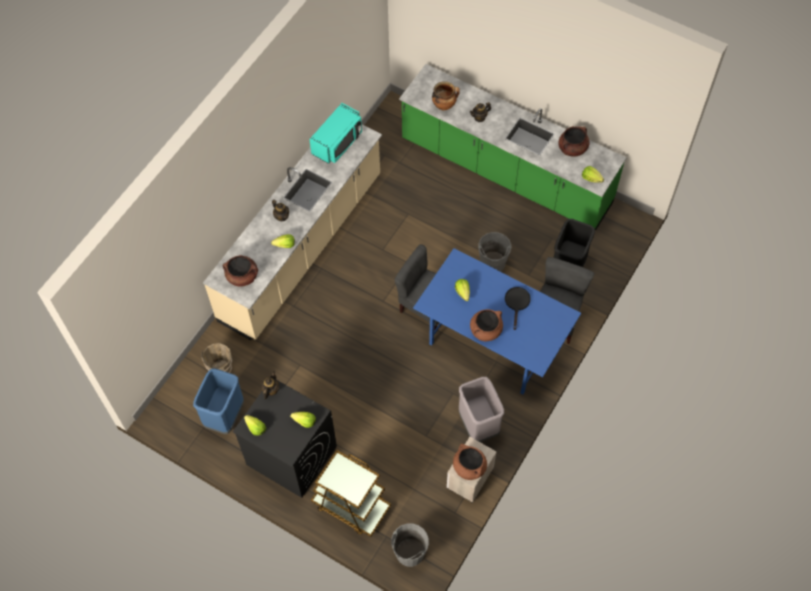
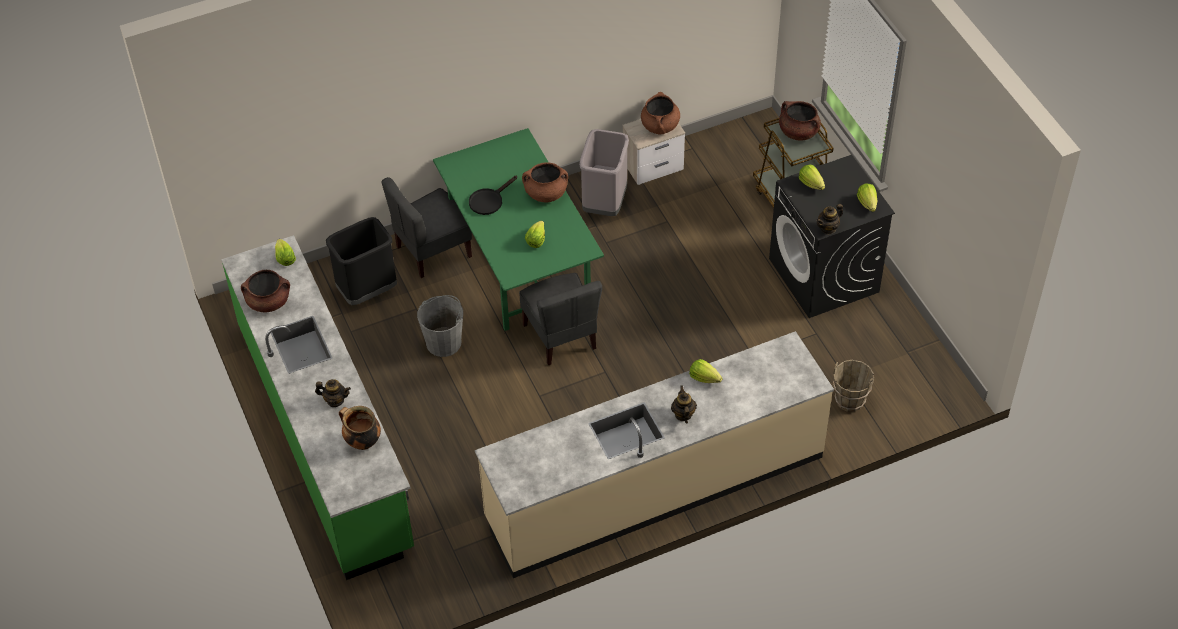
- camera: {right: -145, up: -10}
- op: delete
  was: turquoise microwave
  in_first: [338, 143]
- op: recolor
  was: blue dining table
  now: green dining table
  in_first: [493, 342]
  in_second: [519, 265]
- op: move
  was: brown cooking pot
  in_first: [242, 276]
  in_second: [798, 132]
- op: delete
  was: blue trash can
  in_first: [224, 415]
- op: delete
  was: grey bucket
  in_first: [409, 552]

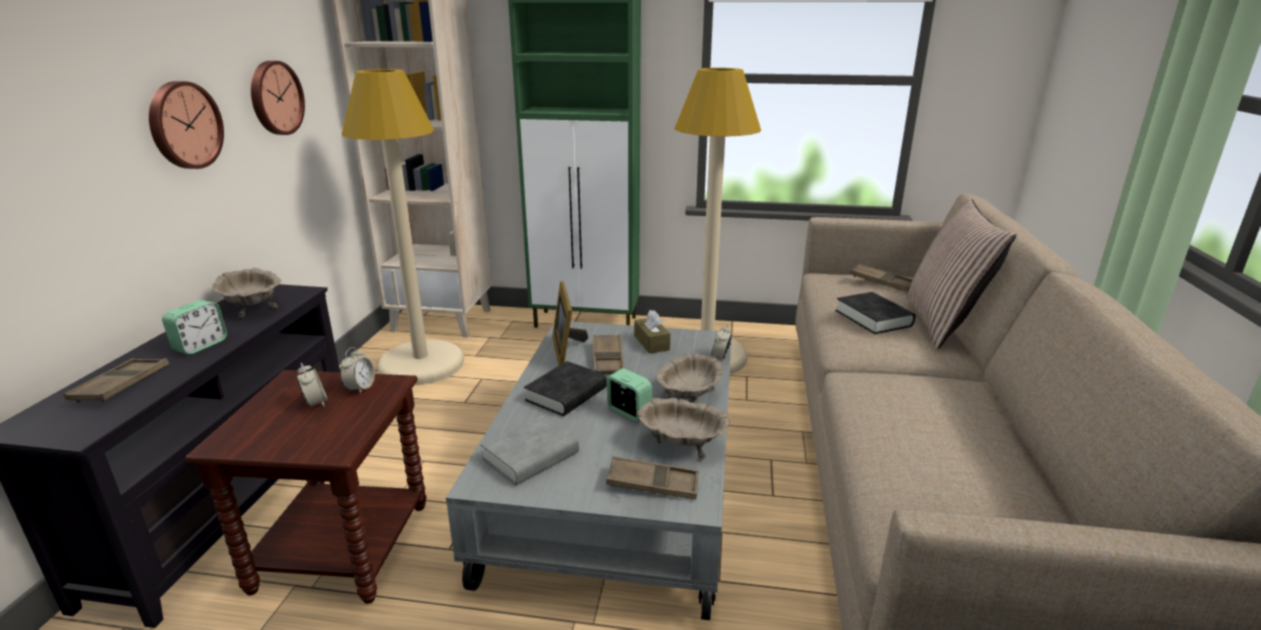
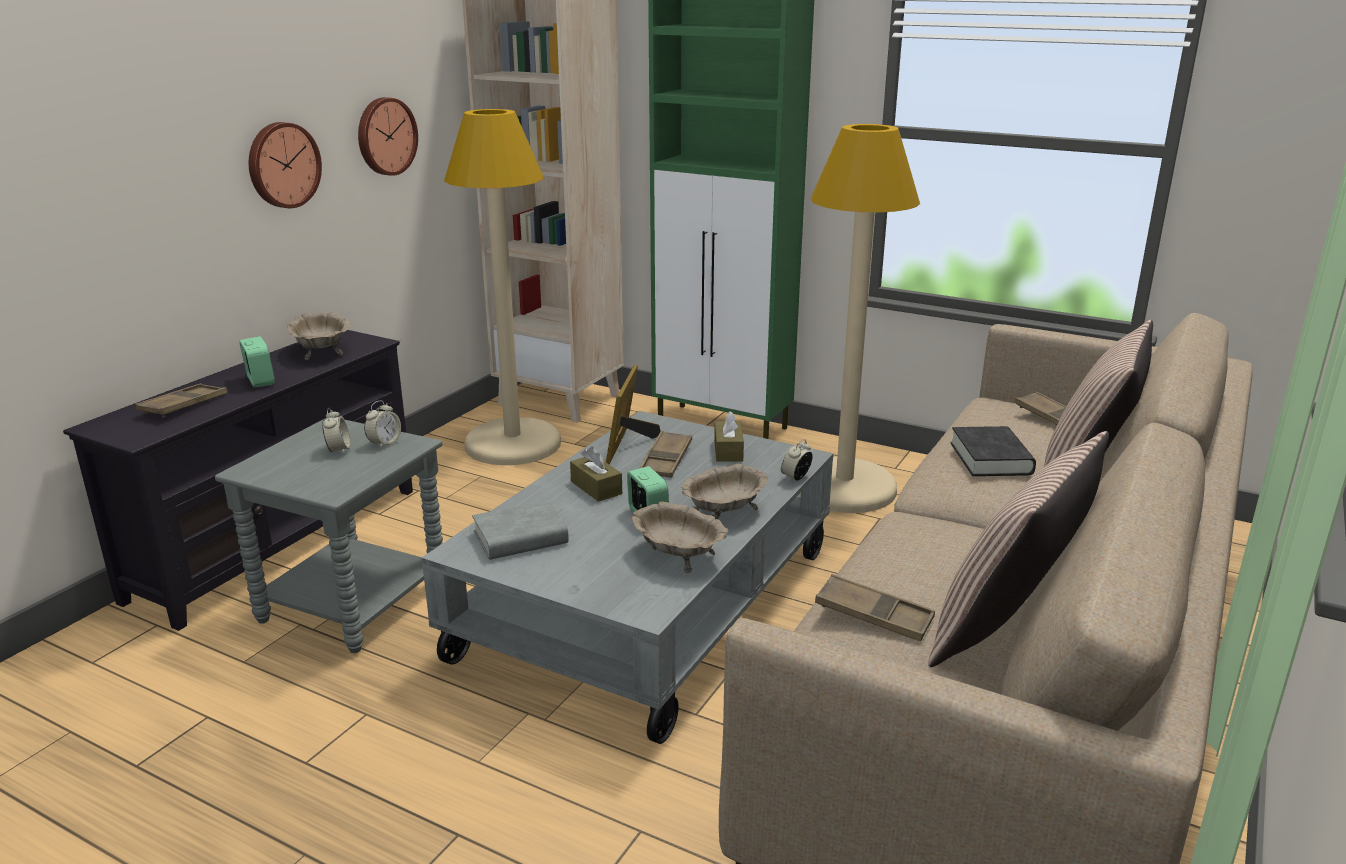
- camera: {right: 20, up: 0}
- op: rotate
  was: alarm clock
  in_first: [200, 345]
  in_second: [260, 381]
  clockwise: -75
- op: replace
  was: black book
  now: brown tissue box
  in_first: [566, 394]
  in_second: [596, 488]
- op: recolor
  was: brown side table
  now: grey side table
  in_first: [341, 546]
  in_second: [353, 601]
- op: move
  was: brown tray
  in_first: [652, 484]
  in_second: [874, 615]
- op: insert
  now: pillow
  in_second: [1006, 630]

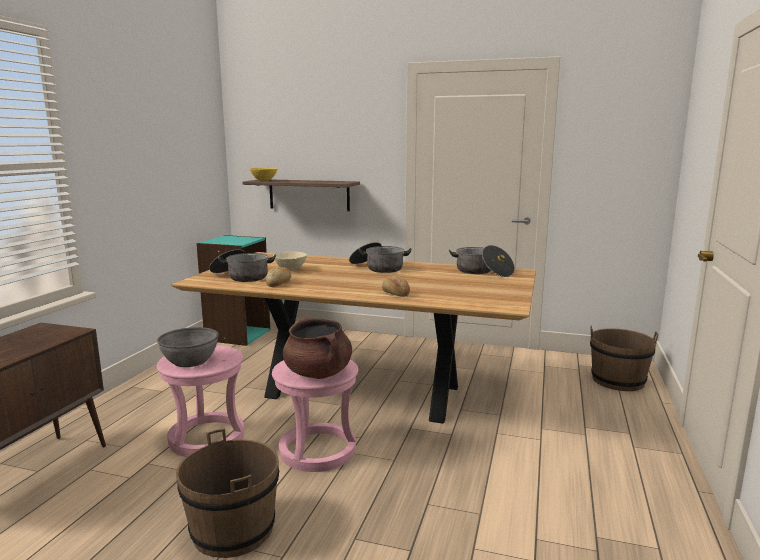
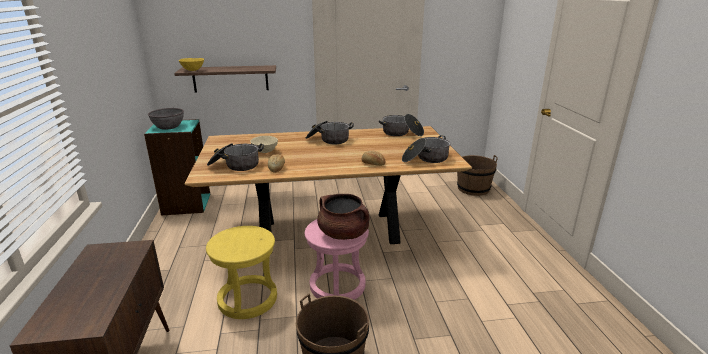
- camera: {right: -25, up: 10}
- op: move
  was: grey bowl
  in_first: [190, 361]
  in_second: [168, 127]
- op: recolor
  was: pink stool
  now: yellow stool
  in_first: [206, 438]
  in_second: [247, 299]
- op: insert
  now: cooking pot
  in_second: [425, 159]

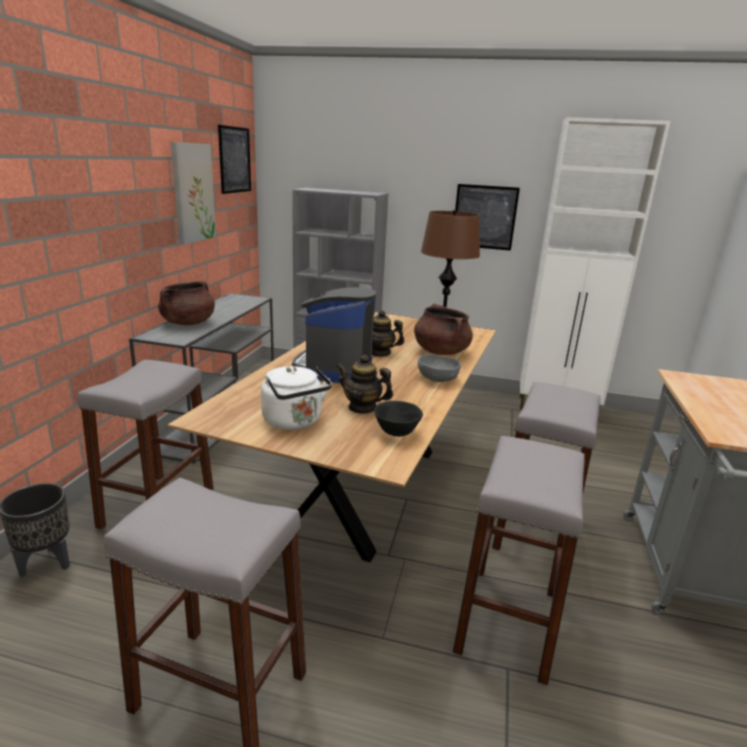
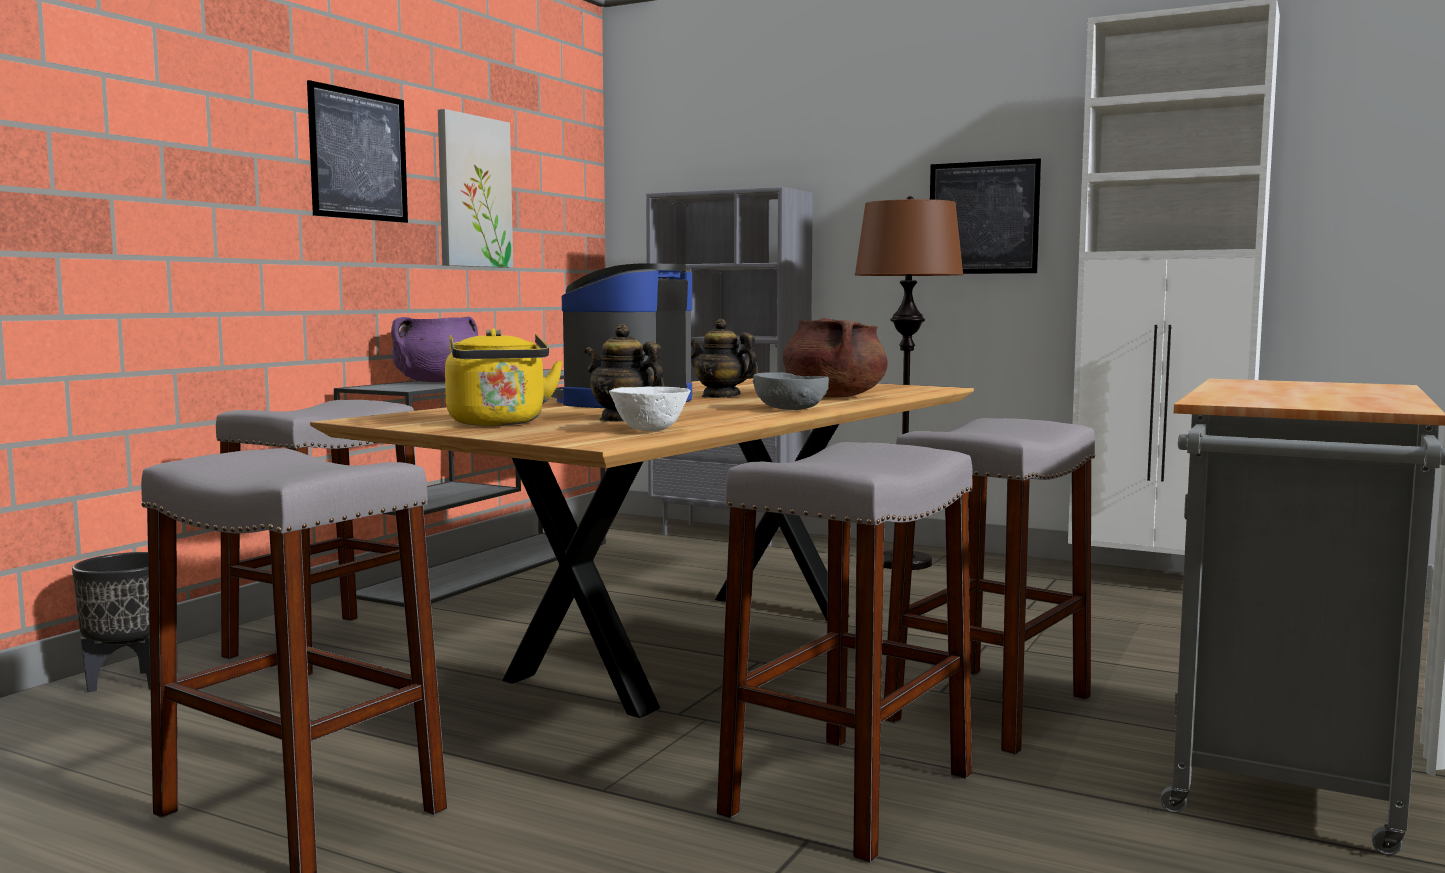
- camera: {right: 15, up: -15}
- op: move
  was: picture
  in_first: [235, 160]
  in_second: [358, 155]
- op: recolor
  was: brown cooking pot
  now: purple cooking pot
  in_first: [188, 323]
  in_second: [438, 382]
- op: recolor
  was: white kettle
  now: yellow kettle
  in_first: [294, 422]
  in_second: [498, 423]
- op: recolor
  was: black bowl
  now: white bowl
  in_first: [397, 433]
  in_second: [650, 430]

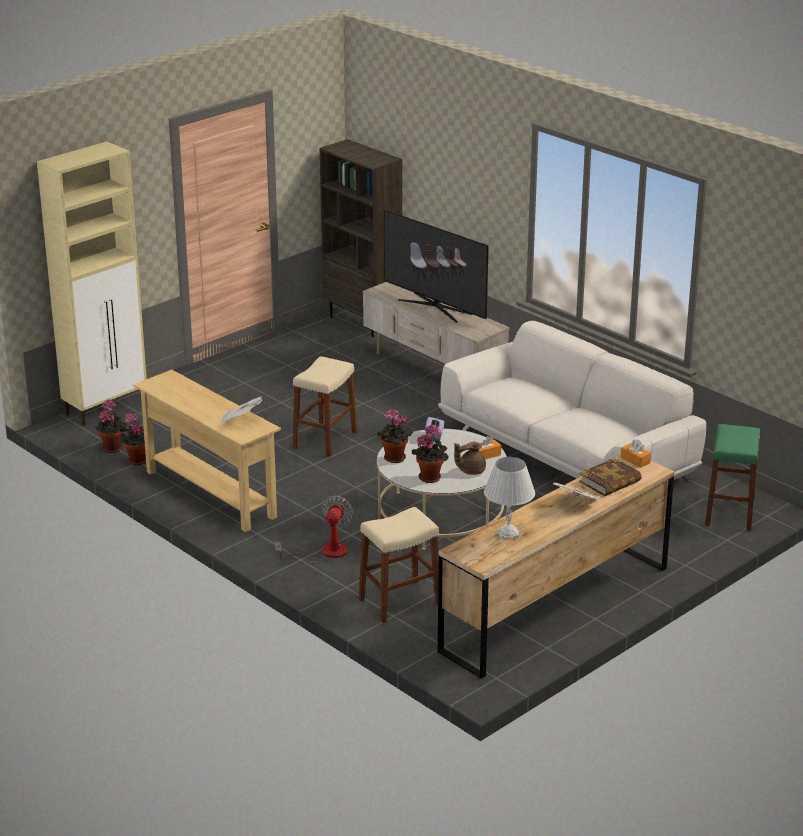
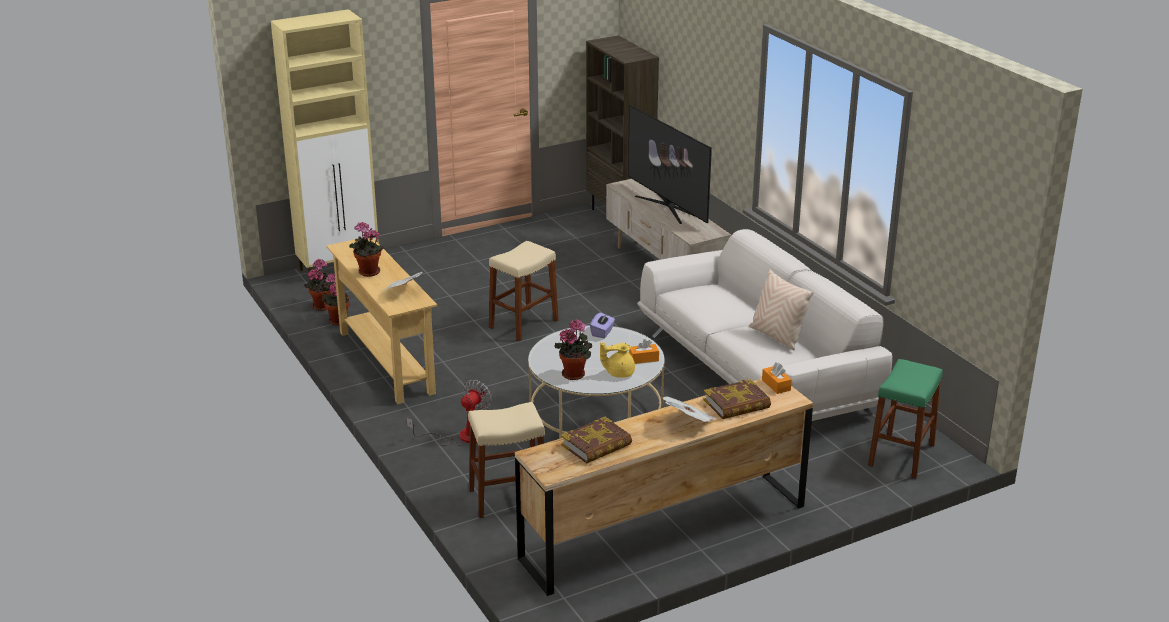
- camera: {right: 15, up: 0}
- op: move
  was: potted plant
  in_first: [393, 459]
  in_second: [367, 273]
- op: recolor
  was: brown teapot
  now: yellow teapot
  in_first: [470, 470]
  in_second: [618, 373]
- op: replace
  was: white table lamp
  now: book
  in_first: [508, 534]
  in_second: [596, 445]
- op: insert
  now: beige pillow
  in_second: [777, 336]

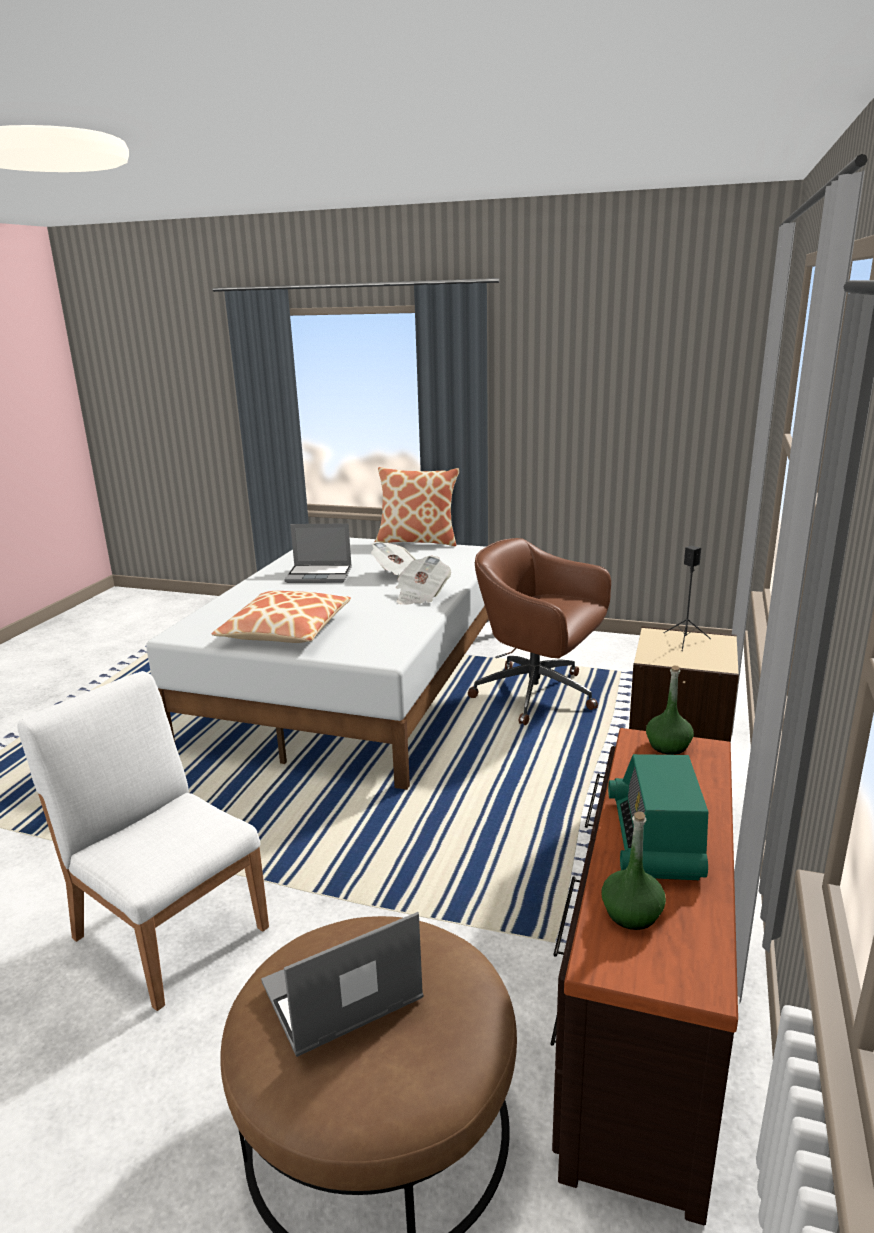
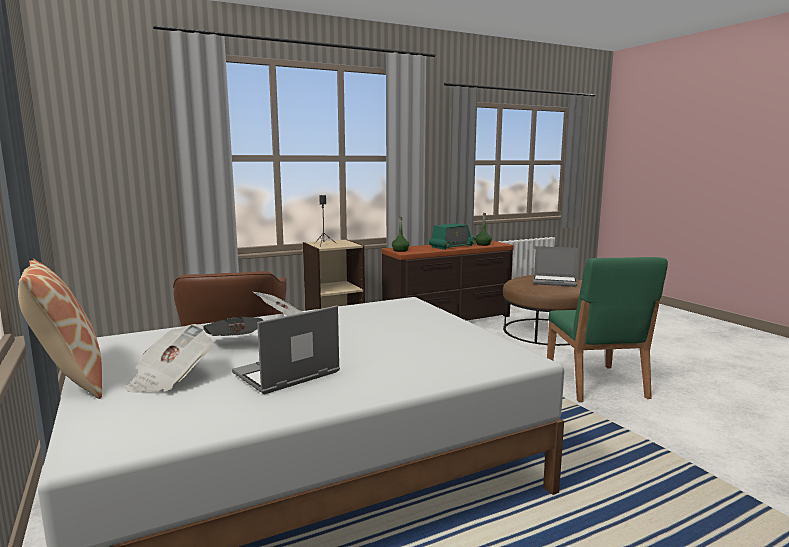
- camera: {right: -135, up: -10}
- op: rotate
  was: laptop
  in_first: [320, 575]
  in_second: [286, 374]
  clockwise: -90
- op: delete
  was: pillow
  in_first: [286, 630]
- op: recolor
  was: white chair
  now: green chair
  in_first: [170, 930]
  in_second: [595, 383]
- op: insert
  now: newspaper
  in_second: [170, 379]

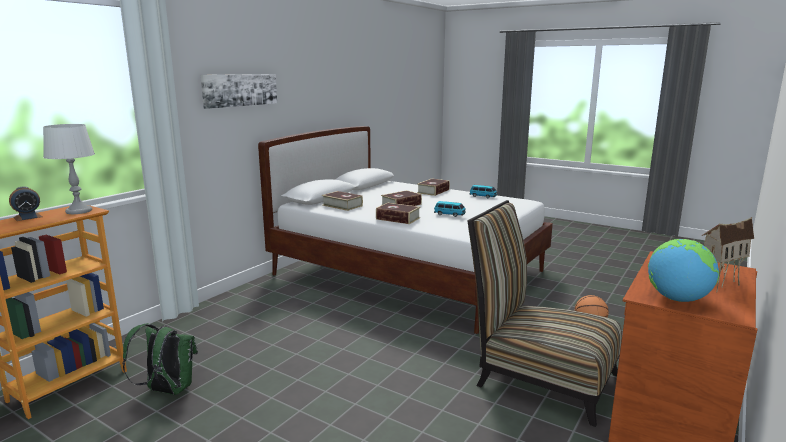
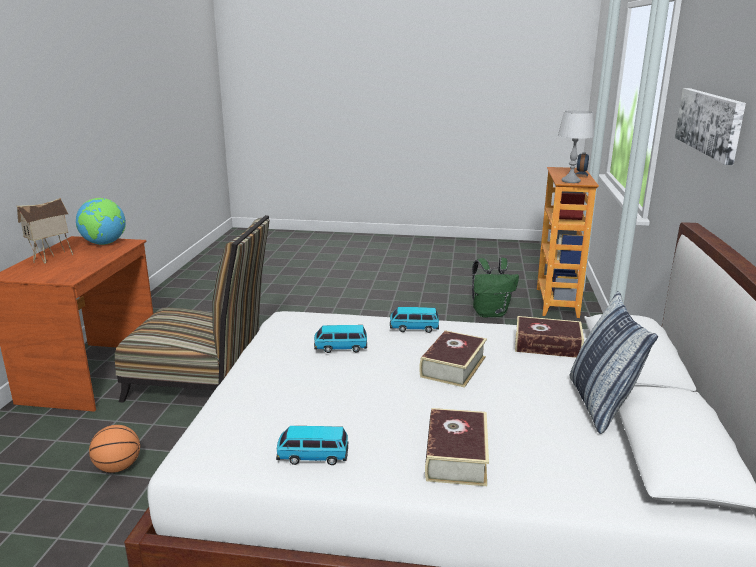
- camera: {right: 155, up: 5}
- op: replace
  was: book
  now: toy car
  in_first: [398, 218]
  in_second: [414, 328]
- op: insert
  now: pillow
  in_second: [600, 404]

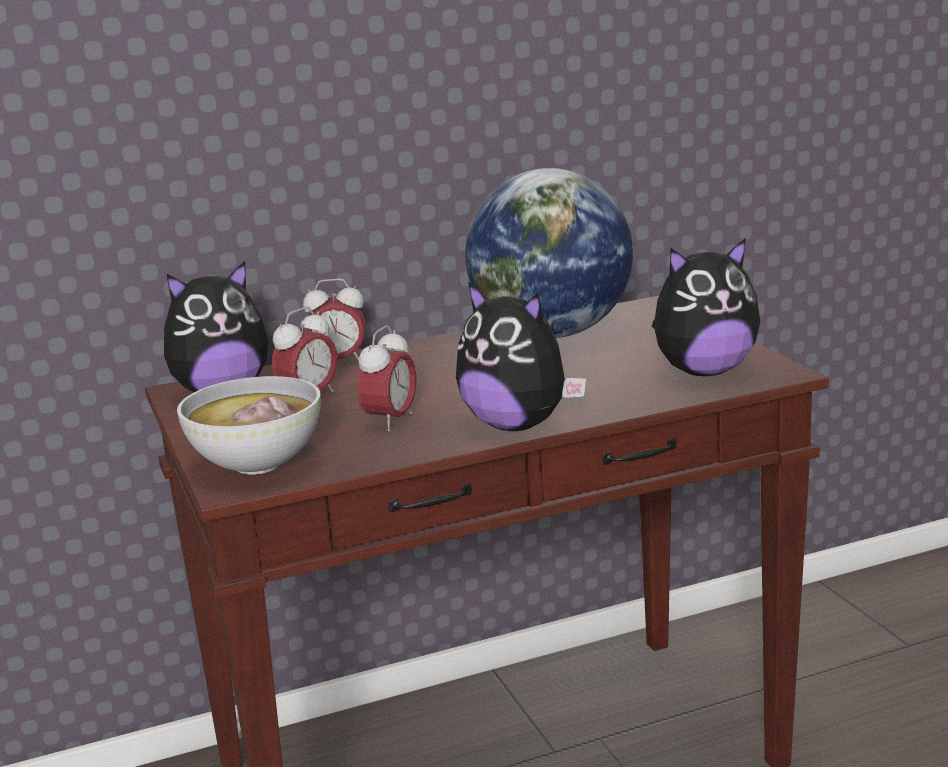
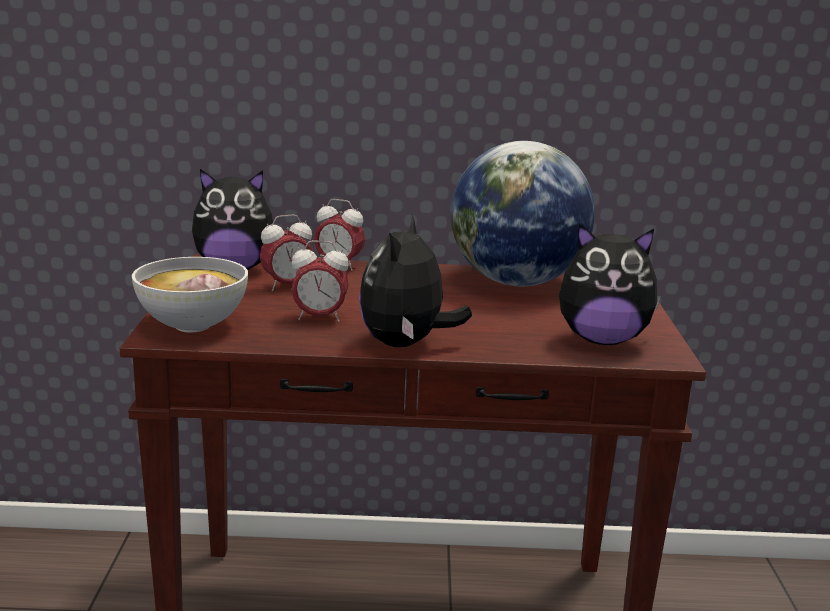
- camera: {right: 20, up: 0}
- op: rotate
  was: plush toy
  in_first: [517, 425]
  in_second: [406, 344]
  clockwise: 45
- op: rotate
  was: alarm clock
  in_first: [390, 421]
  in_second: [319, 318]
  clockwise: 45

